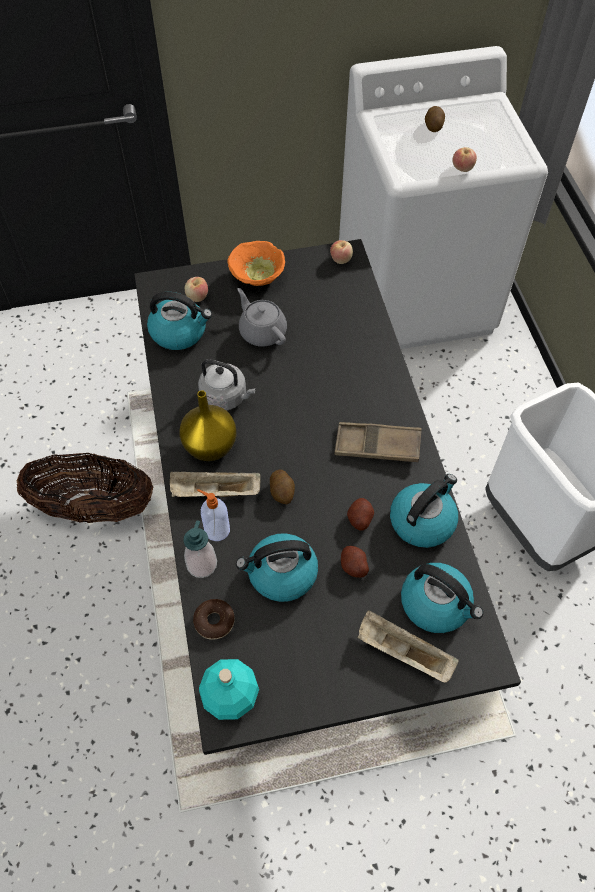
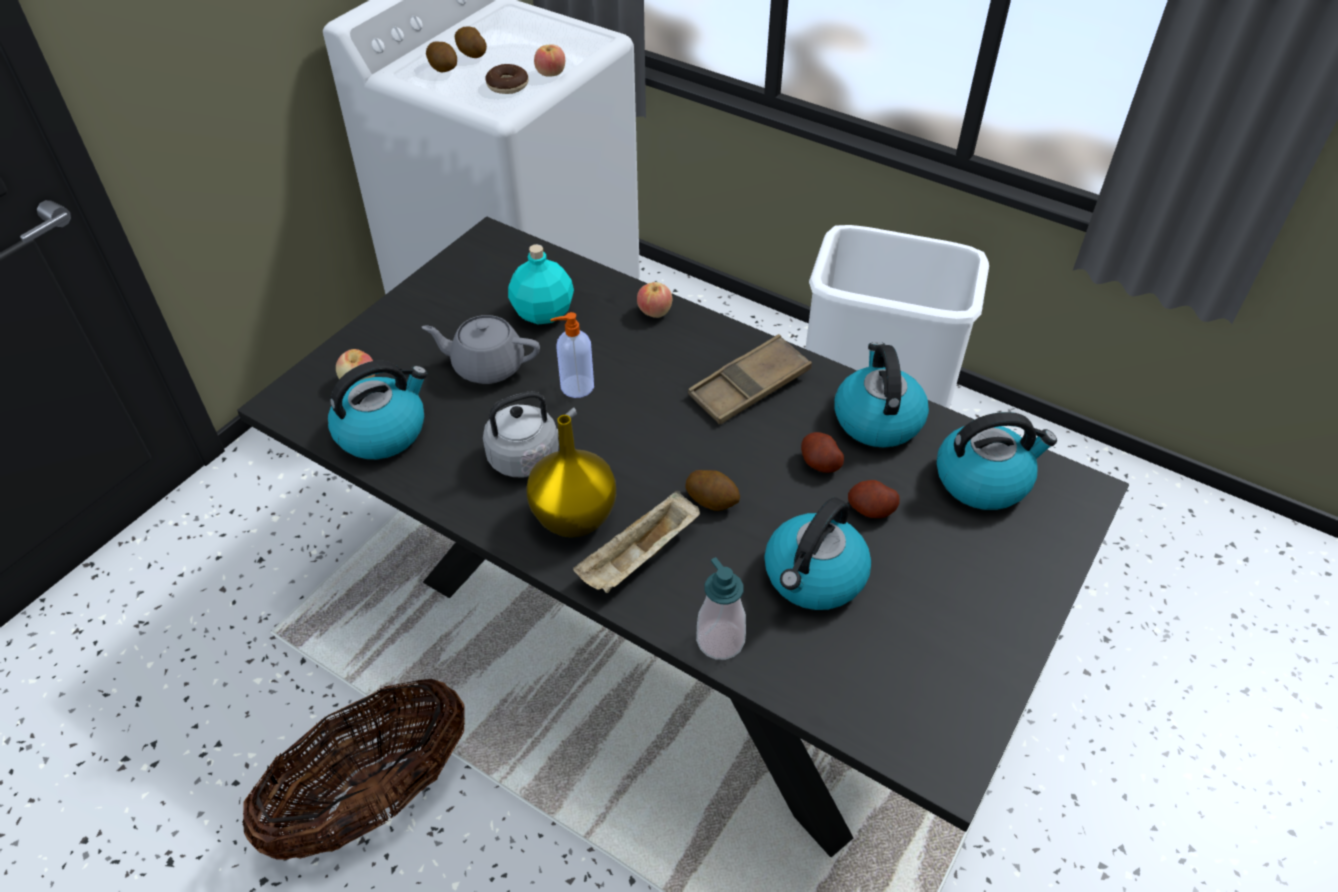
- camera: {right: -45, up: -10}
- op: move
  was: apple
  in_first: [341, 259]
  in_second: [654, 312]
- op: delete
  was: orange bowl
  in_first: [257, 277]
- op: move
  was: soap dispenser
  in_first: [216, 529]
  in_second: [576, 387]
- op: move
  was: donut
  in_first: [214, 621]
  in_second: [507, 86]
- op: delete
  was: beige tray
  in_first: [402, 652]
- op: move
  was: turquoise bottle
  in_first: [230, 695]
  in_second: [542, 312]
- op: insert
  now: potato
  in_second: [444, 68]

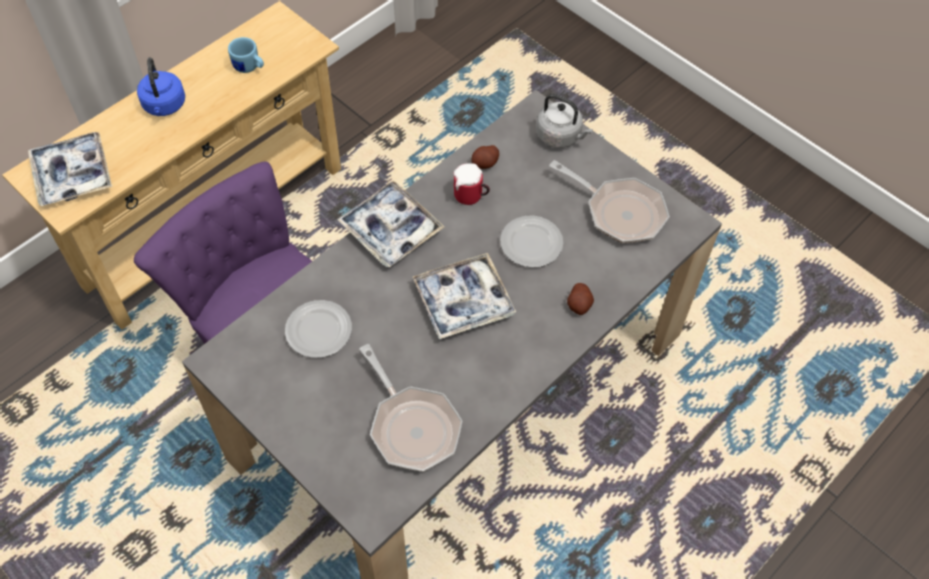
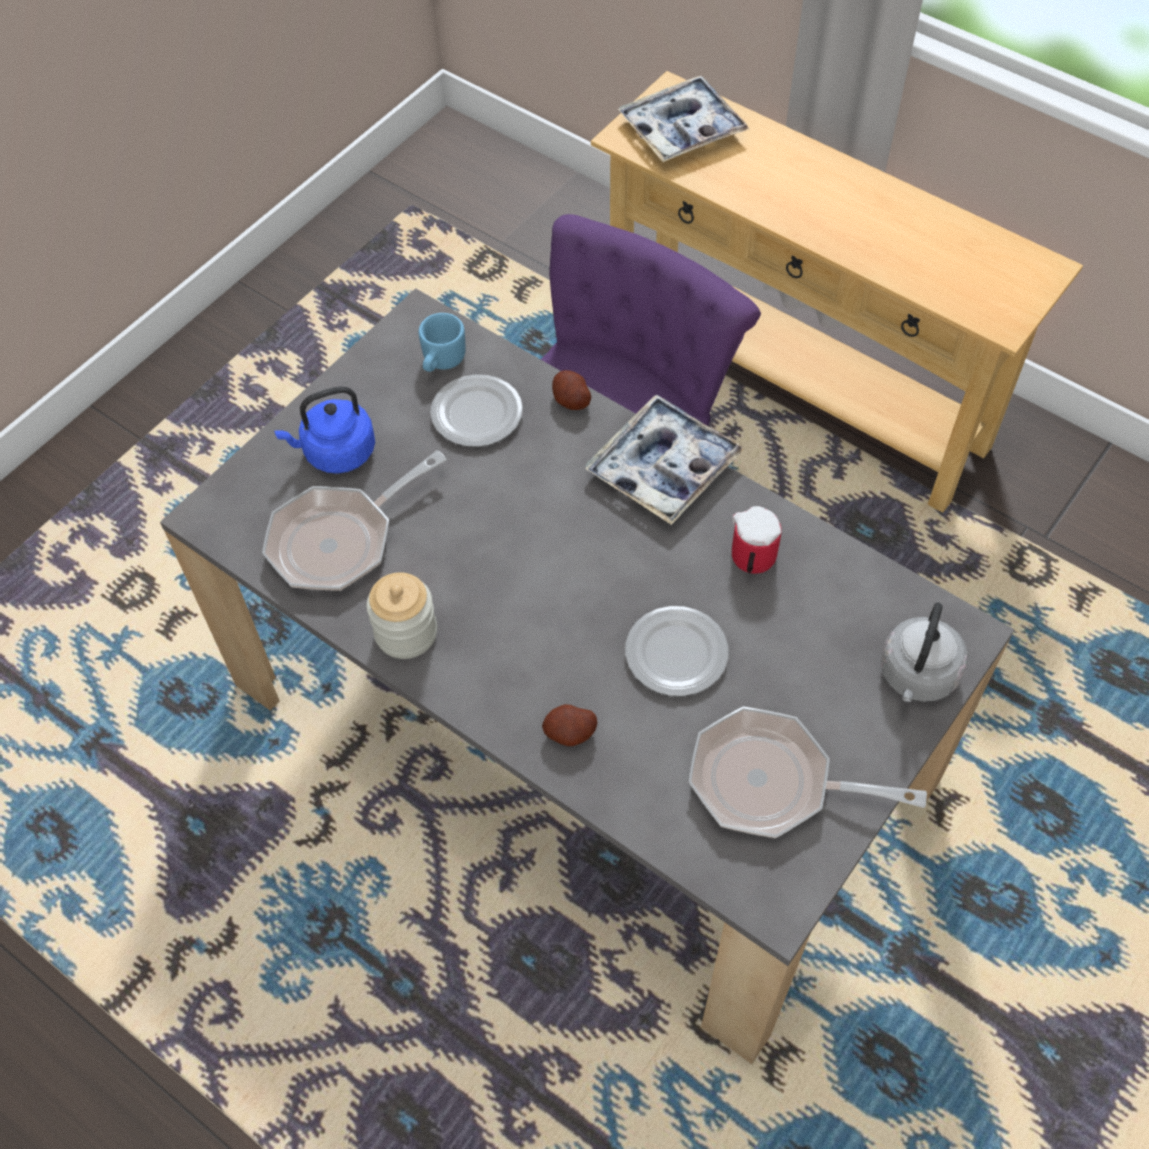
- camera: {right: 85, up: 0}
- op: move
  was: blue mug
  in_first: [249, 68]
  in_second: [441, 362]
- op: move
  was: blue kettle
  in_first: [164, 106]
  in_second: [336, 453]
- op: move
  was: potato
  in_first: [485, 163]
  in_second: [571, 400]
- op: rotate
  was: frying pan
  in_first: [619, 212]
  in_second: [772, 782]
  clockwise: 75
- op: delete
  was: tray
  in_first: [463, 301]
- op: insert
  now: jar
  in_second: [406, 632]

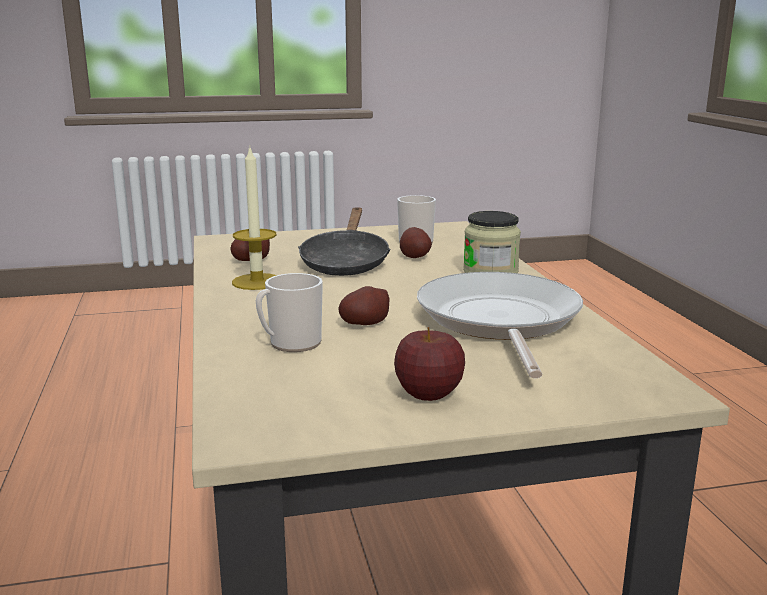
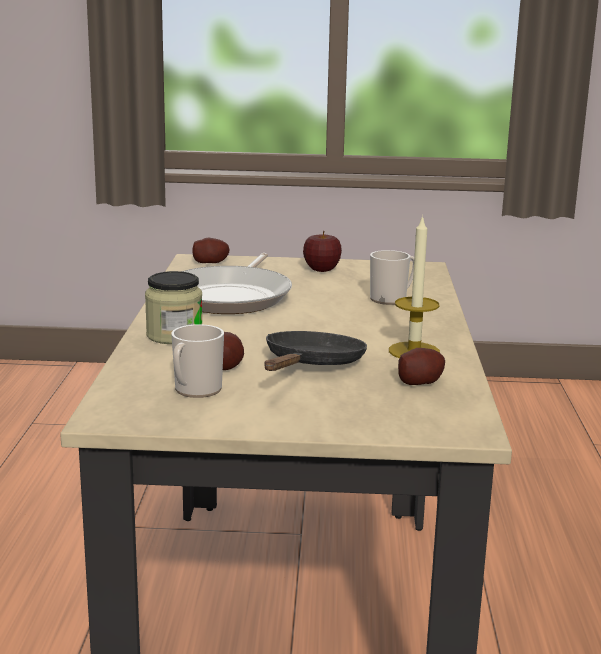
- camera: {right: -165, up: 0}
- op: move
  was: potato
  in_first: [364, 323]
  in_second: [211, 262]

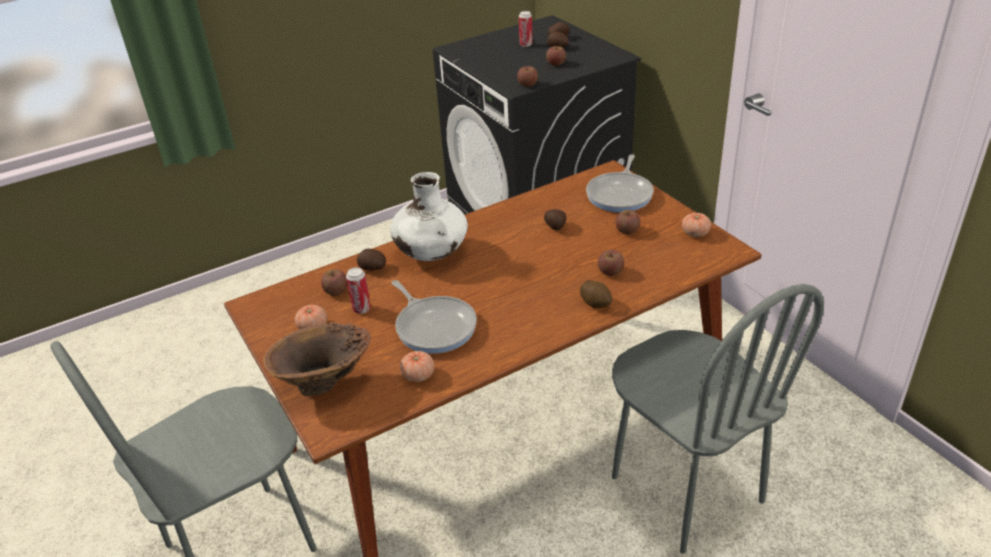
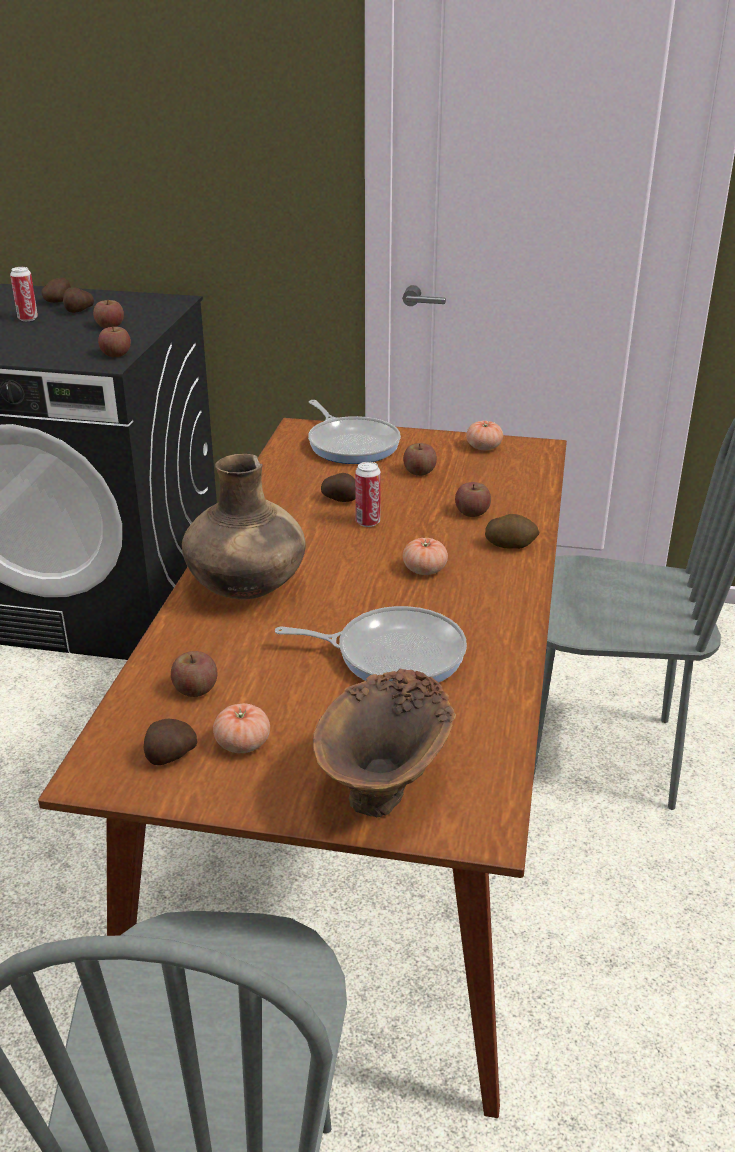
- camera: {right: -50, up: -5}
- op: recolor
  was: white vase
  now: brown vase
  in_first: [431, 254]
  in_second: [247, 589]
- op: move
  was: potato
  in_first: [372, 268]
  in_second: [170, 756]
- op: move
  was: can
  in_first: [362, 309]
  in_second: [367, 522]
- op: move
  was: tomato
  in_first: [418, 375]
  in_second: [424, 570]

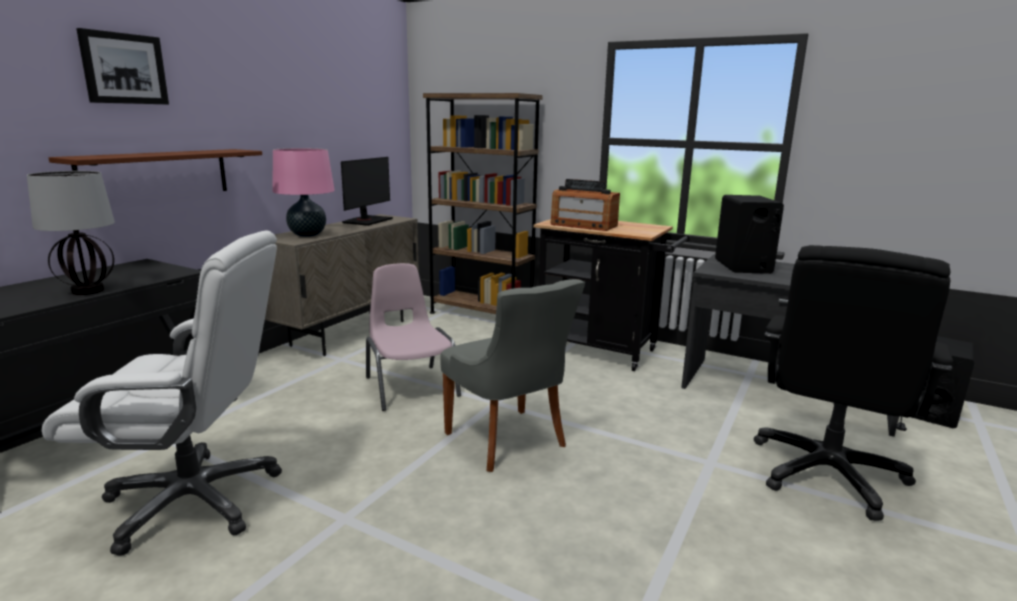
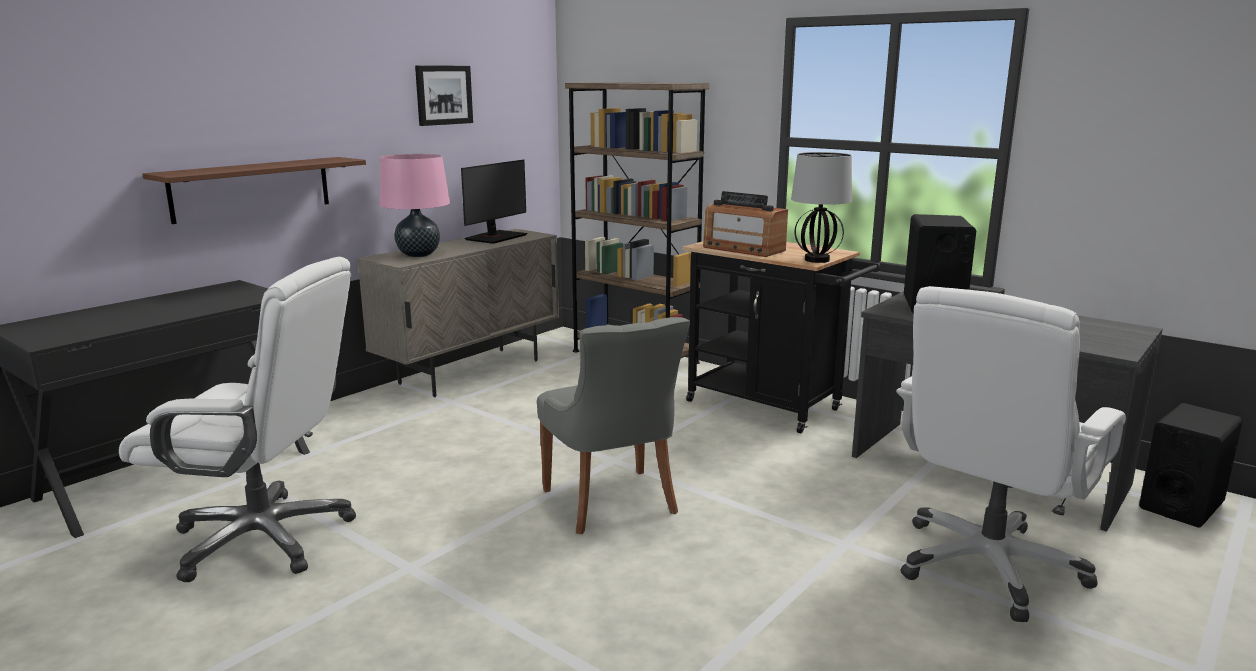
- camera: {right: 10, up: 0}
- op: move
  was: picture
  in_first: [124, 68]
  in_second: [443, 95]
- op: move
  was: table lamp
  in_first: [89, 291]
  in_second: [817, 260]
- op: recolor
  was: black office chair
  now: white office chair
  in_first: [827, 473]
  in_second: [988, 567]
- op: delete
  was: pink chair
  in_first: [410, 386]

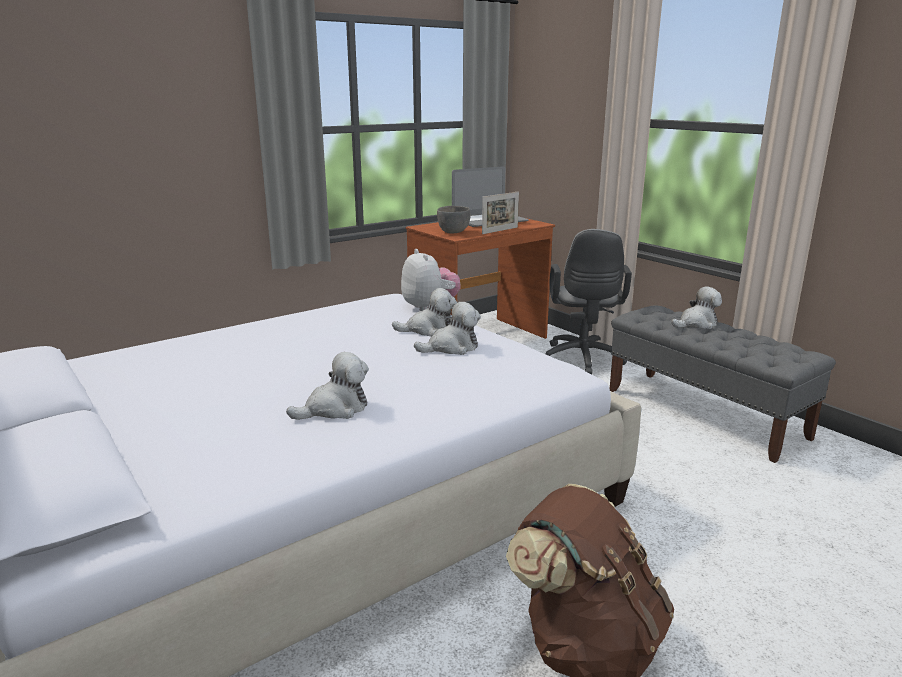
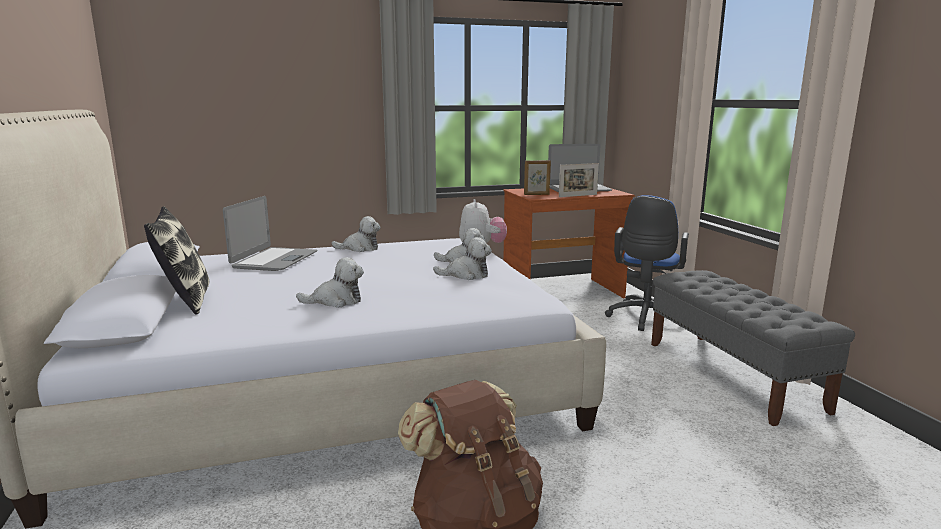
- camera: {right: 20, up: -5}
- op: replace
  was: grey bowl
  now: picture frame
  in_first: [453, 232]
  in_second: [536, 194]
- op: recolor
  was: grey office chair
  now: blue office chair
  in_first: [582, 360]
  in_second: [644, 318]
- op: move
  was: plush toy
  in_first: [696, 324]
  in_second: [360, 248]
- op: insert
  now: laptop
  in_second: [274, 260]
- op: insert
  now: pillow
  in_second: [185, 301]

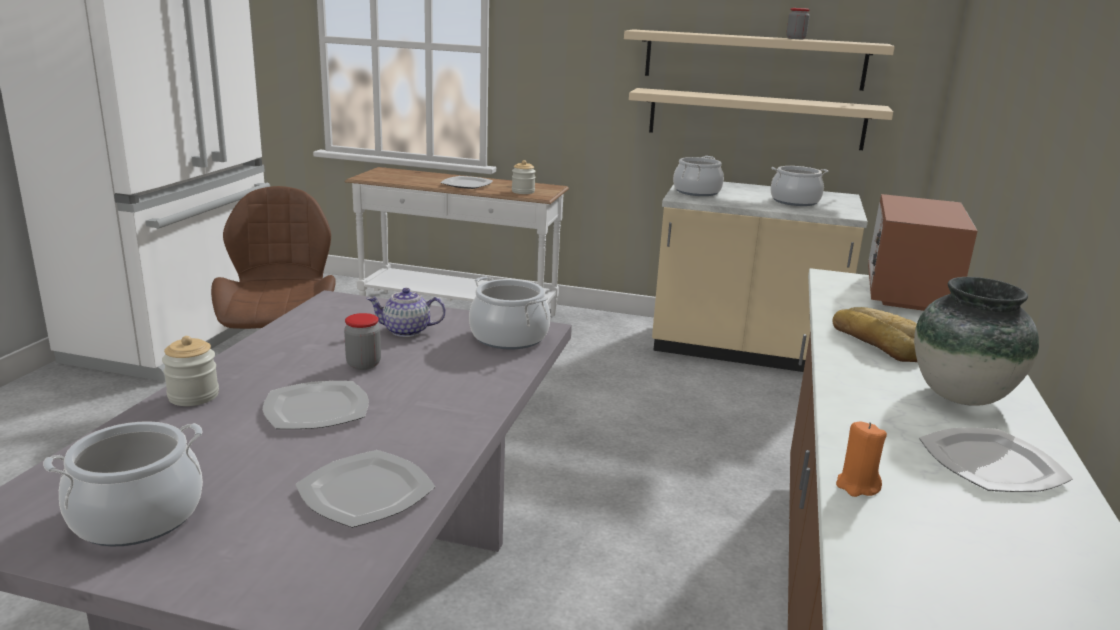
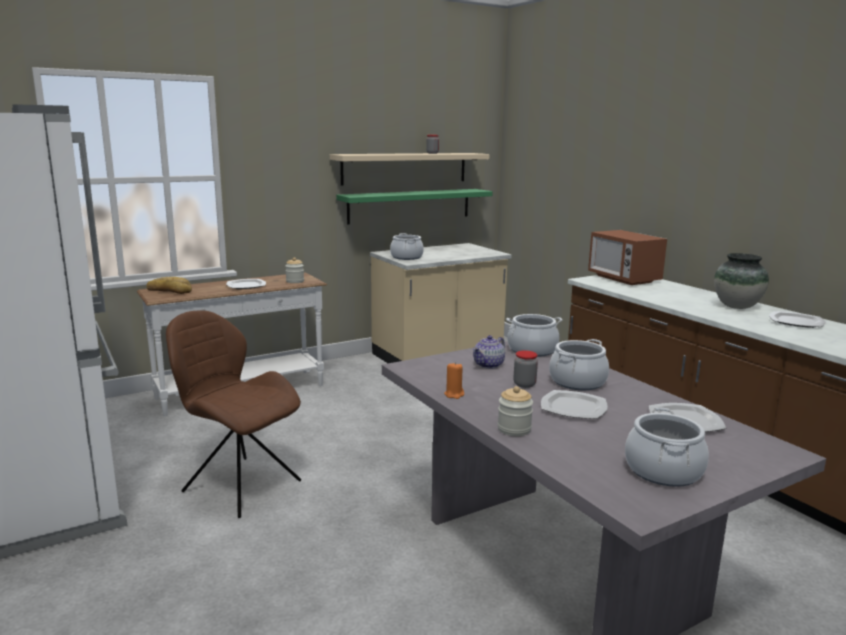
- camera: {right: -45, up: -5}
- op: recolor
  was: beige shelf
  now: green shelf
  in_first: [755, 119]
  in_second: [410, 205]
- op: move
  was: cooking pot
  in_first: [794, 201]
  in_second: [577, 382]
- op: move
  was: bread
  in_first: [878, 343]
  in_second: [170, 291]
- op: move
  was: orange candle
  in_first: [857, 486]
  in_second: [454, 394]

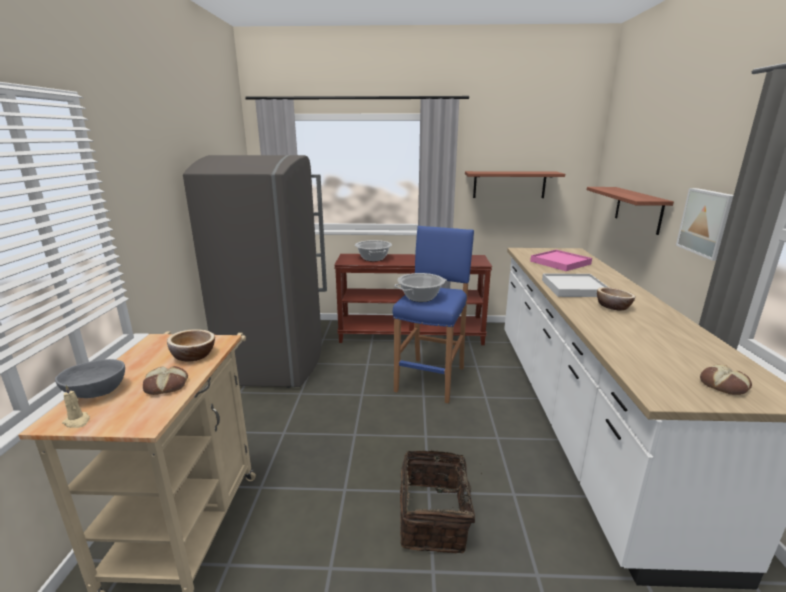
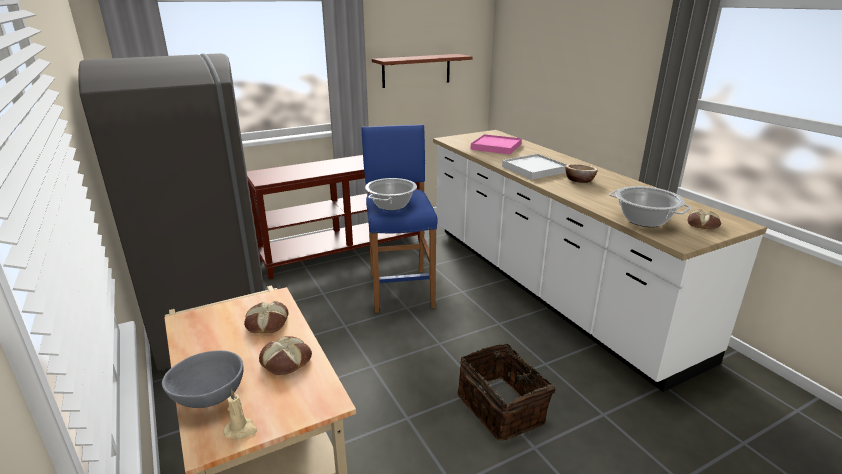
- camera: {right: -30, up: 5}
- op: delete
  was: shelf
  in_first: [638, 209]
- op: delete
  was: picture
  in_first: [708, 222]
- op: move
  was: cooking pot
  in_first: [373, 258]
  in_second: [644, 220]
- op: replace
  was: bowl
  now: bread
  in_first: [193, 355]
  in_second: [266, 323]

